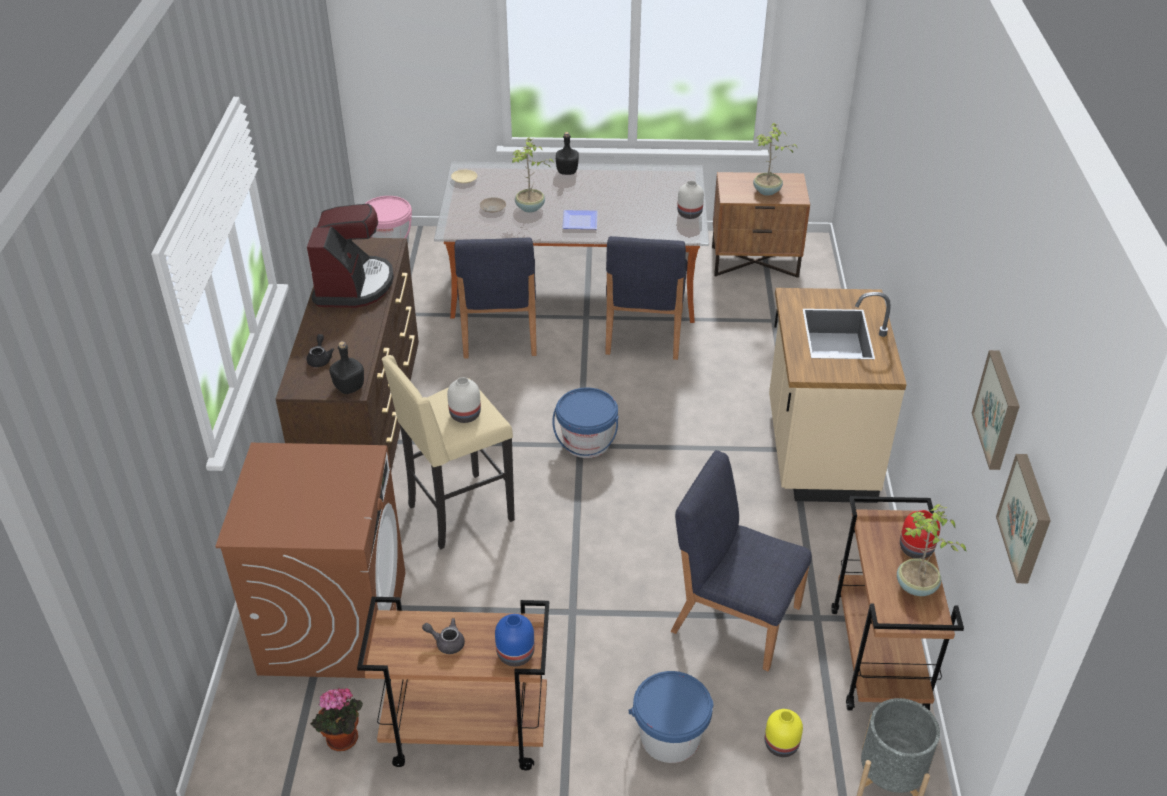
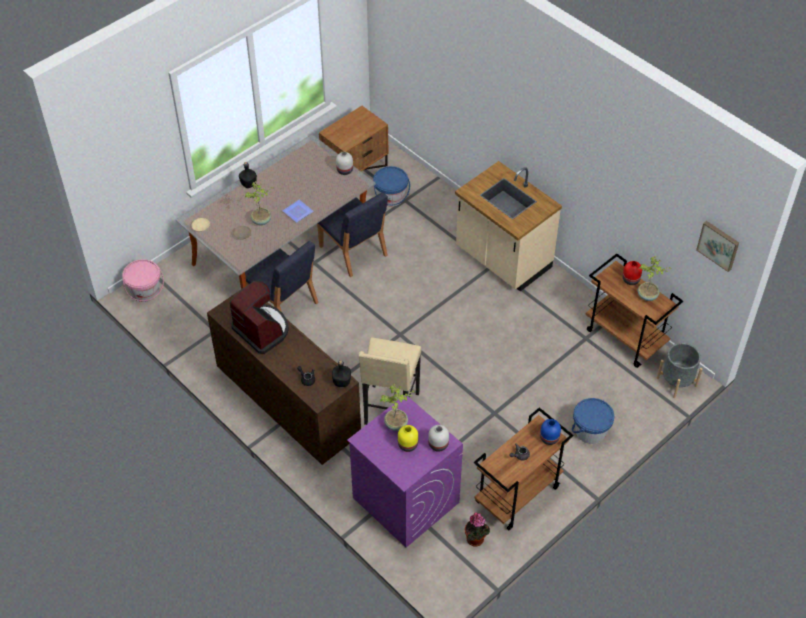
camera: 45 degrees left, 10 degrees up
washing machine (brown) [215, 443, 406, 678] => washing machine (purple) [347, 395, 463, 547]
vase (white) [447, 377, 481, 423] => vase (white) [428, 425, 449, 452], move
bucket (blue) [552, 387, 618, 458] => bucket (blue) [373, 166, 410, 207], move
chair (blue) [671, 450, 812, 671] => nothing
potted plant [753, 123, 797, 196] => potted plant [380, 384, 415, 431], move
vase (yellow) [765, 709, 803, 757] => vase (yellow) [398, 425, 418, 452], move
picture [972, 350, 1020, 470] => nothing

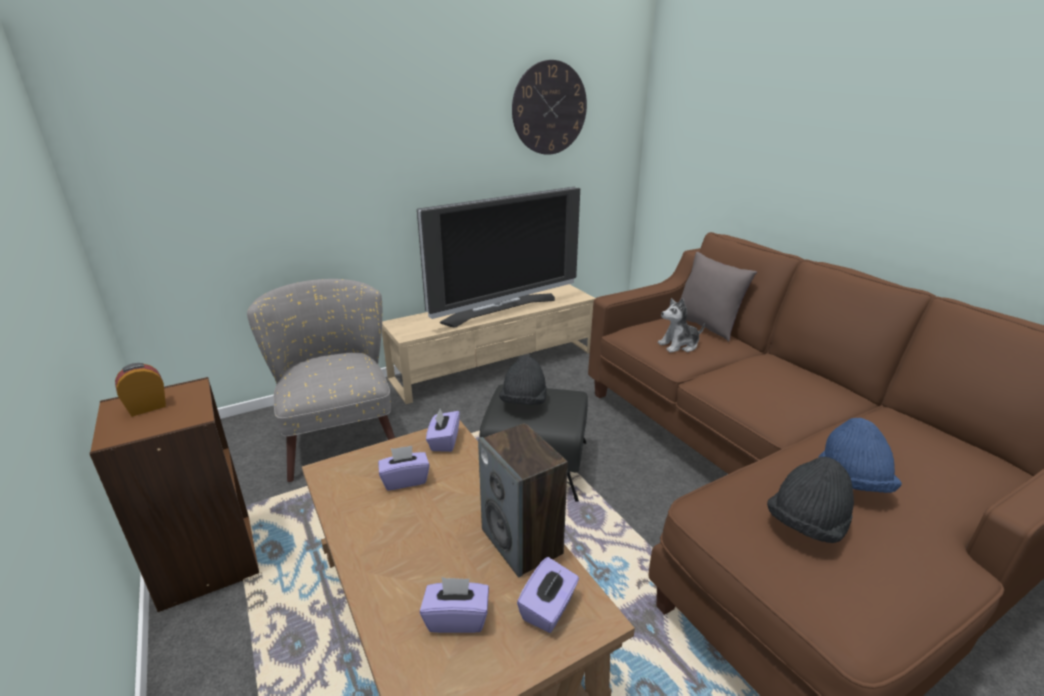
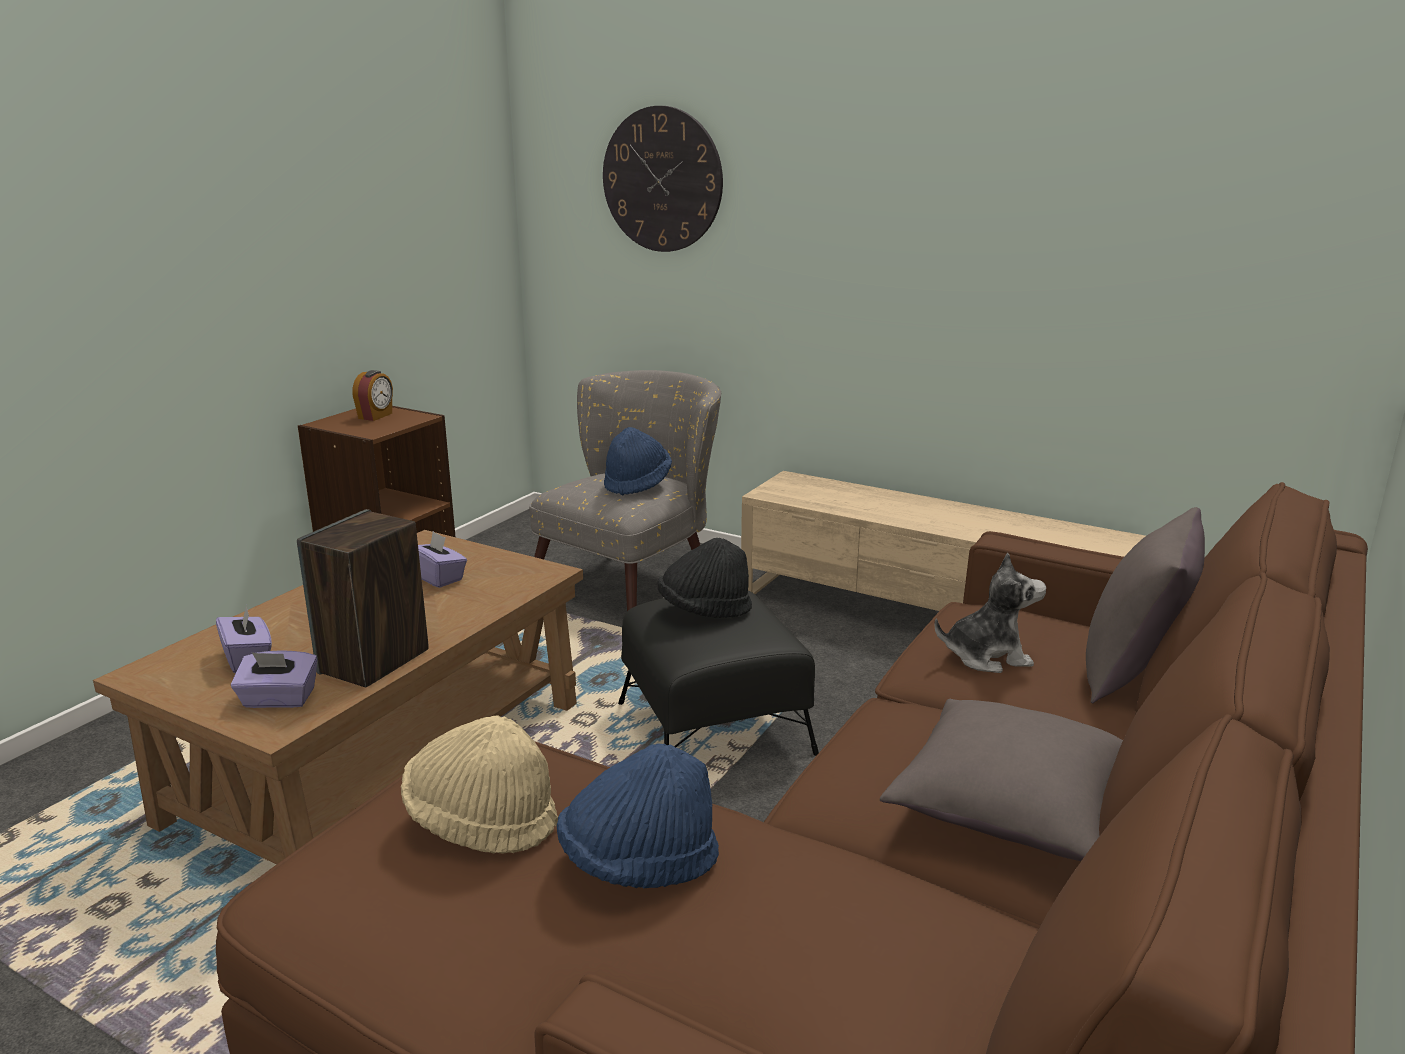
camera: 60 degrees right, 5 degrees down
alarm clock [115, 363, 166, 417] => alarm clock [352, 370, 393, 421], 90 degrees clockwise
television [417, 187, 580, 328] => nothing
tissue box (purple) [426, 409, 460, 452] => nothing
wall clock [512, 60, 587, 155] => wall clock [603, 106, 723, 252], move
plush toy [658, 298, 705, 353] => plush toy [934, 553, 1046, 673], 135 degrees clockwise
hat (black) [767, 456, 854, 543] => hat (beige) [401, 715, 558, 854]
nothing => hat (blue) [604, 427, 672, 496]
nothing => pillow (grey) [880, 699, 1123, 861]

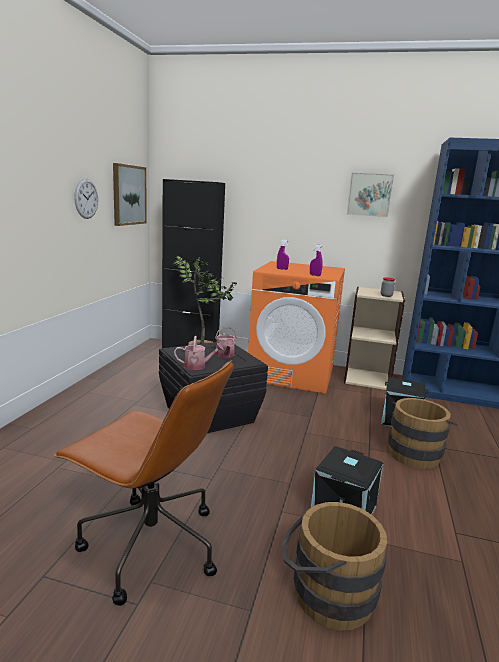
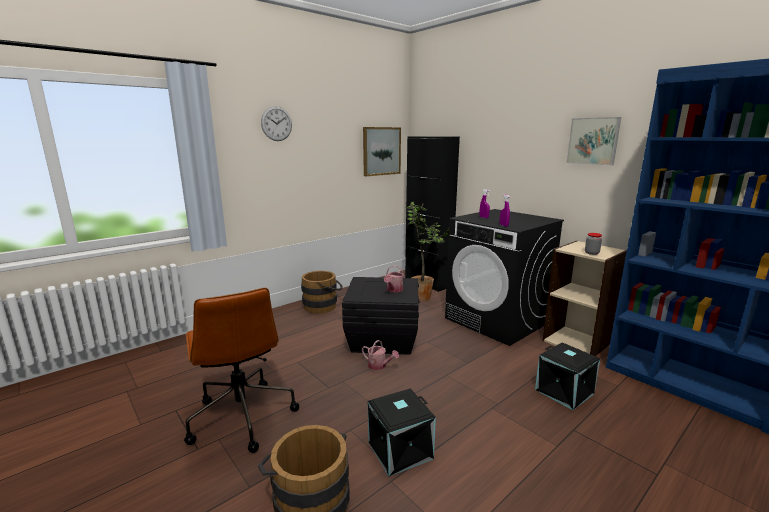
camera: 35 degrees right, 0 degrees up
wall clock [74, 178, 98, 219] => wall clock [261, 106, 292, 141], move
watering can [174, 336, 224, 370] => watering can [362, 340, 399, 370], move
washing machine (orange) [248, 261, 345, 394] => washing machine (black) [445, 209, 564, 346]
bucket (brown) [388, 398, 457, 469] => bucket (brown) [301, 271, 343, 314], move

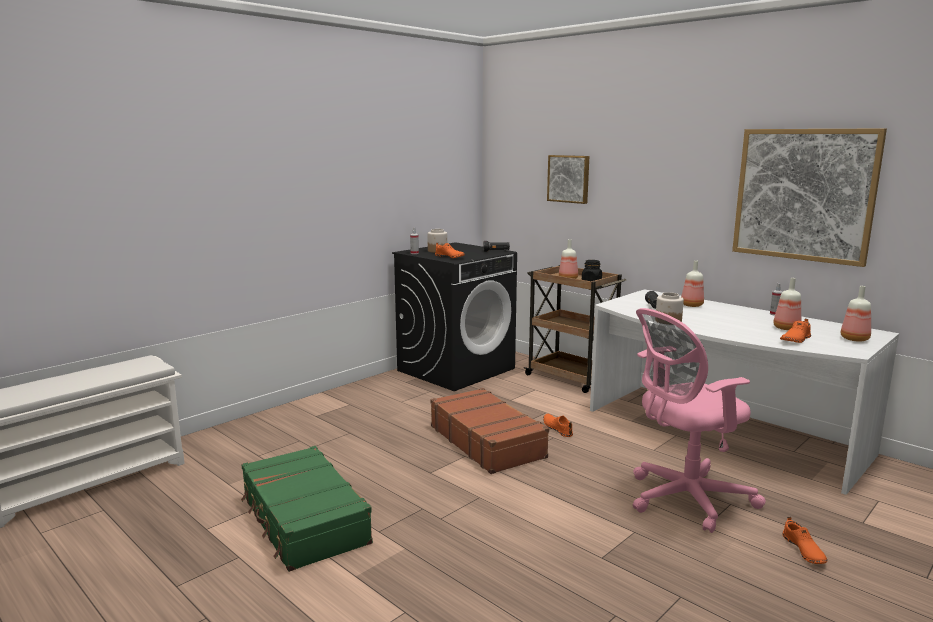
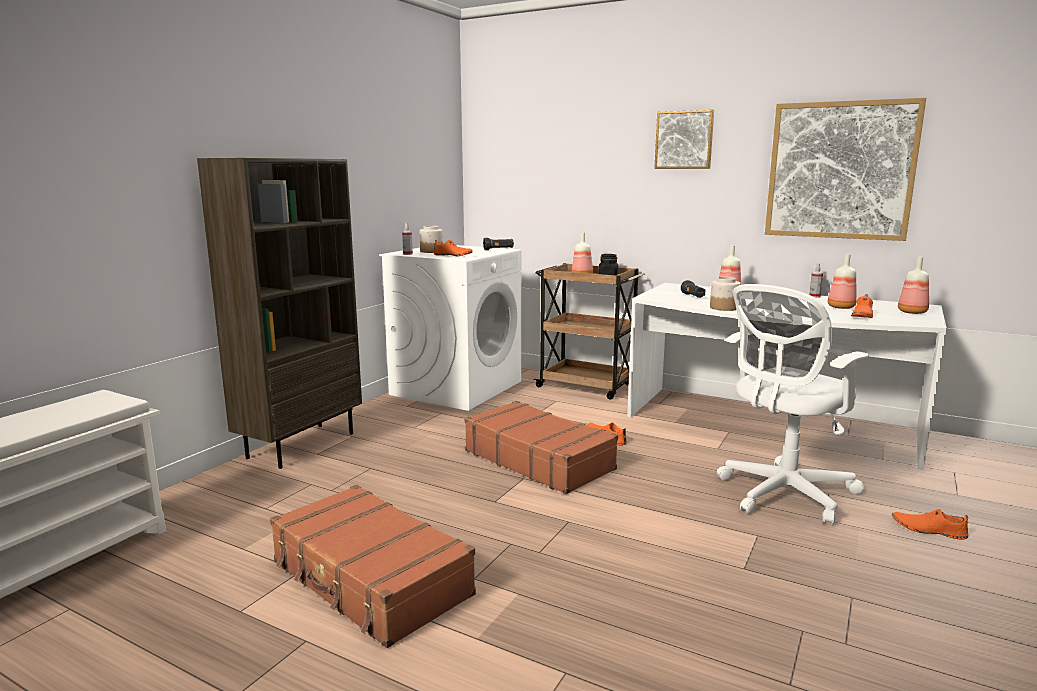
camera: 15 degrees left, 0 degrees up
suitcase (green) [241, 446, 373, 572] => suitcase (brown) [270, 485, 476, 648]
washing machine (black) [392, 242, 517, 391] => washing machine (white) [379, 245, 521, 411]
picture [547, 155, 589, 204] => picture [654, 110, 714, 169], move
office chair (pink) [633, 308, 766, 533] => office chair (white) [717, 284, 869, 525]
shoe (orange) [782, 517, 828, 564] => shoe (orange) [892, 509, 968, 539], 135 degrees clockwise
nothing => bookcase (brown) [197, 158, 362, 469]

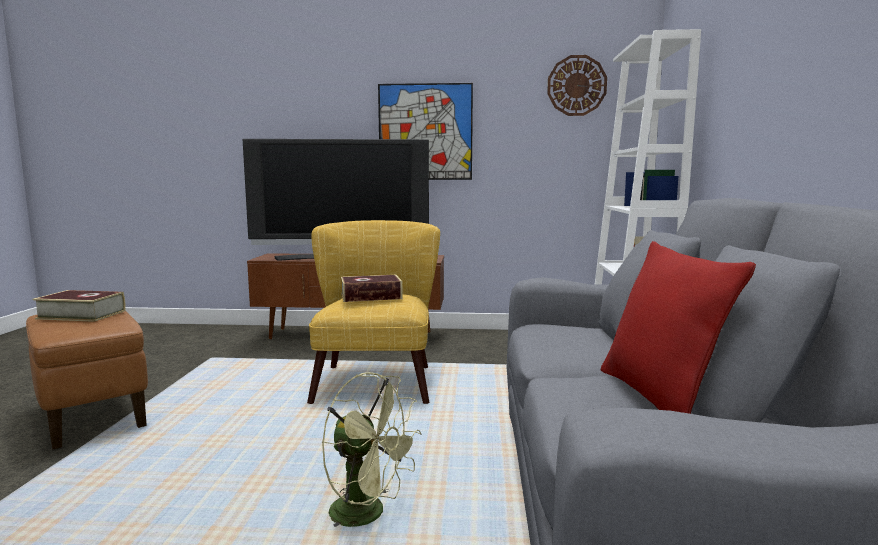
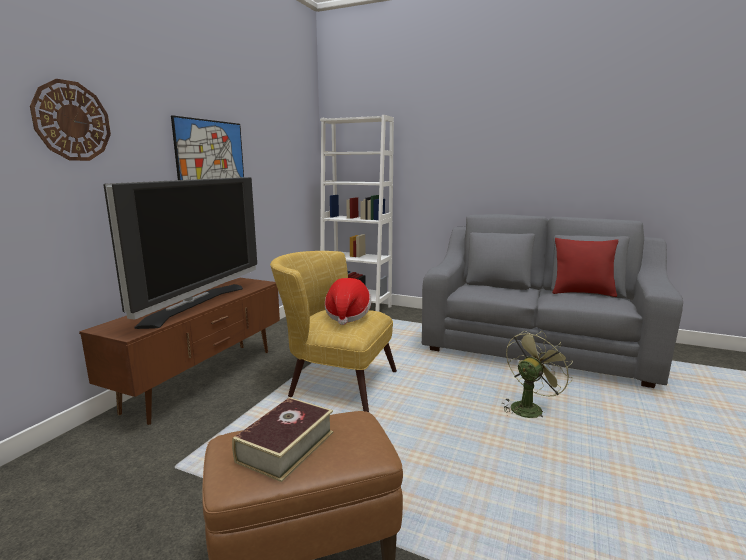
camera: 70 degrees left, 5 degrees up
book [341, 275, 402, 302] => hat [325, 278, 371, 325]
wall clock [547, 55, 607, 116] => wall clock [30, 79, 111, 161], move

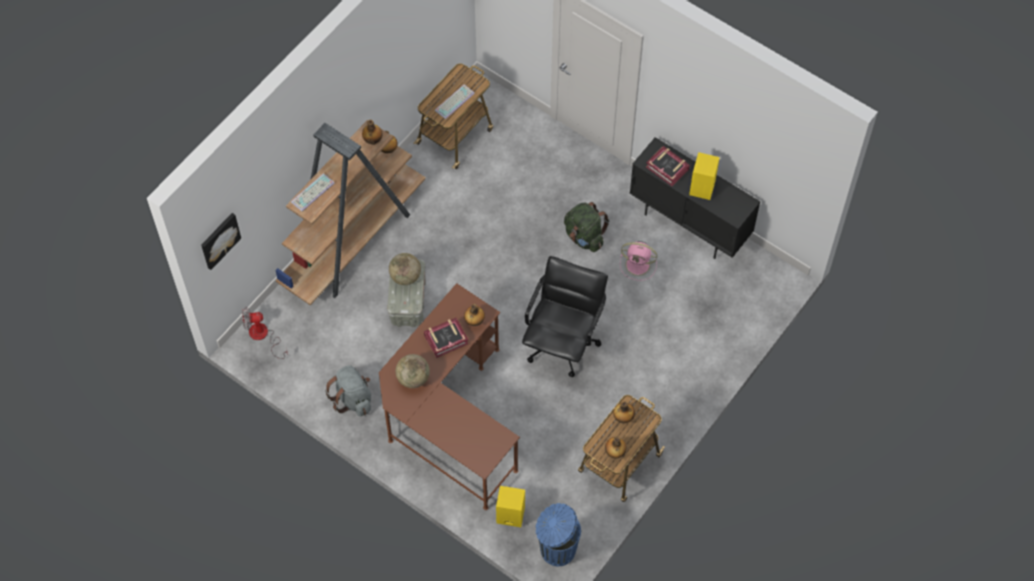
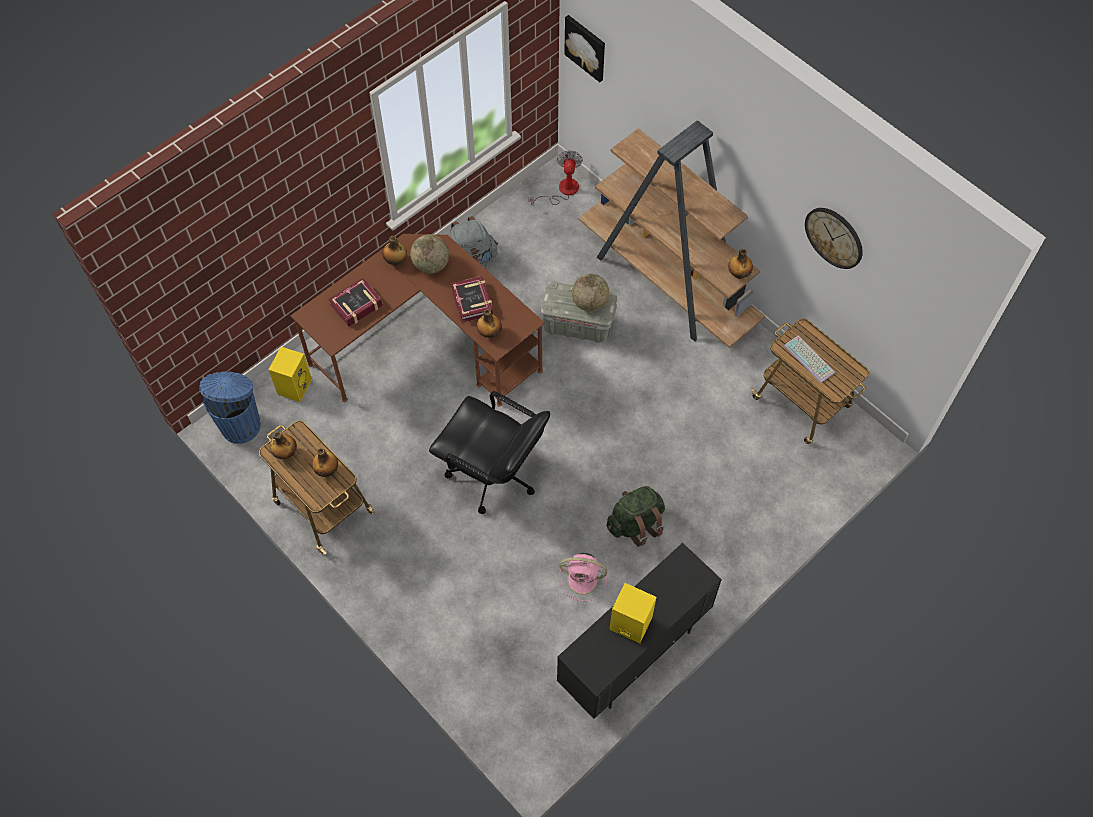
camera: 100 degrees right, 0 degrees up
keyboard [291, 173, 335, 212] => nothing
bottle [362, 120, 382, 145] => bottle [382, 236, 407, 266], move
fan (pink) [620, 241, 657, 280] => fan (pink) [559, 553, 607, 601], 105 degrees counterclockwise
book [646, 146, 690, 186] => book [329, 278, 383, 327], move
nothing => wall clock [805, 208, 863, 269]

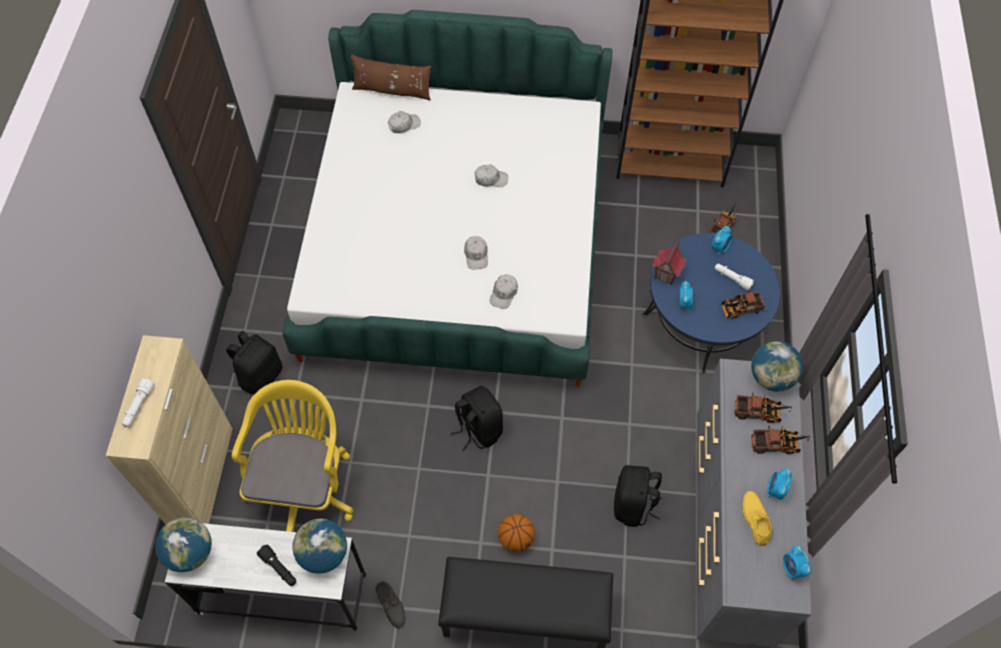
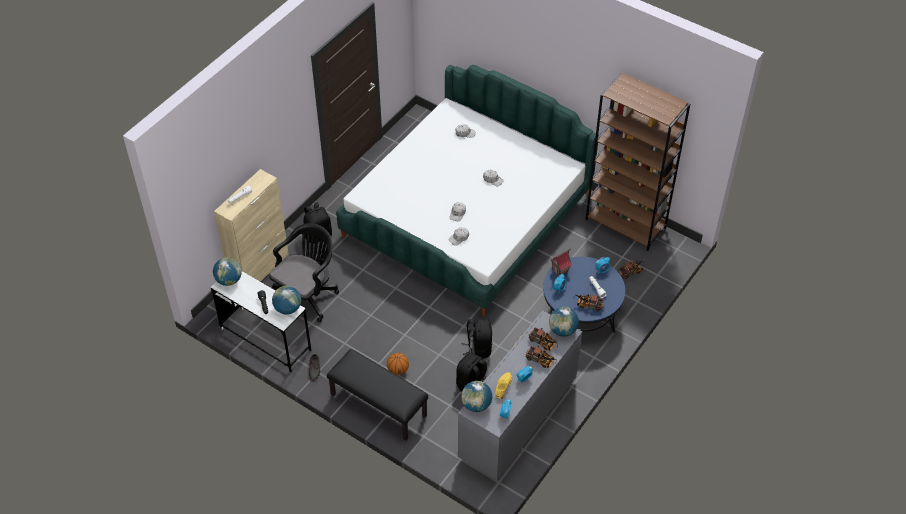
camera: 30 degrees right, 10 degrees down
office chair (yellow) [232, 380, 354, 532] => office chair (black) [269, 223, 339, 322]
pillow (brown) [351, 54, 431, 101] => nothing
backpack (black) [451, 386, 503, 451] => backpack (black) [462, 319, 492, 359], move
nothing => globe [461, 381, 492, 412]

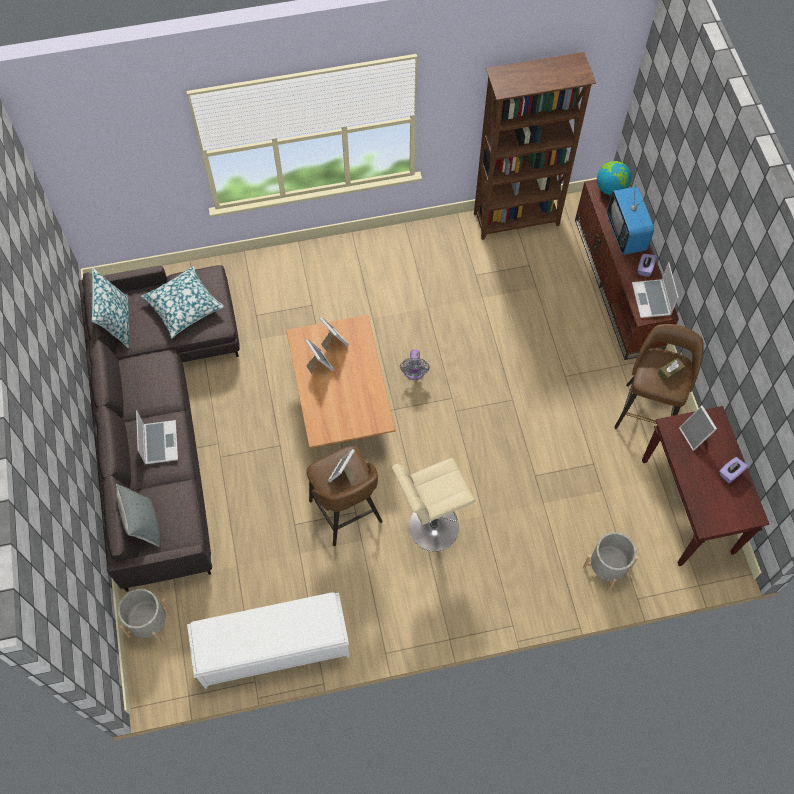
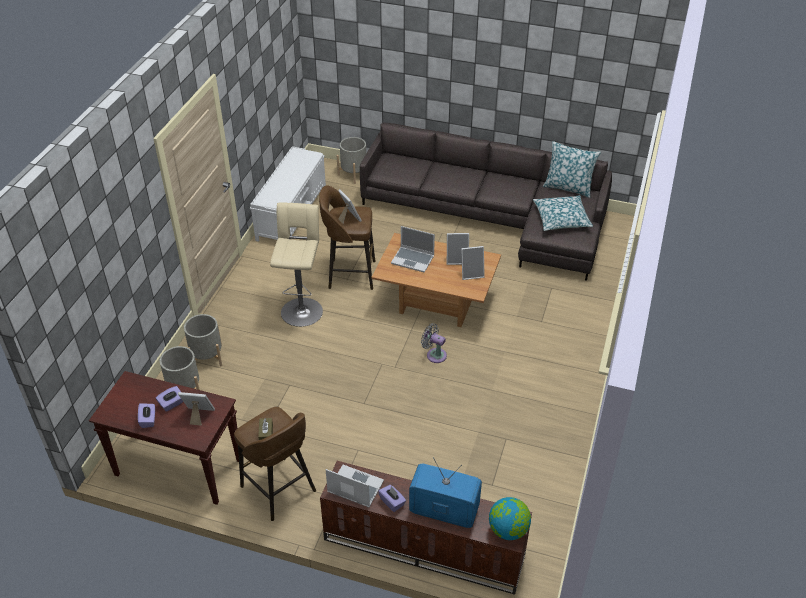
camera: 120 degrees right, 20 degrees down
pillow (grey) [116, 484, 160, 547] => nothing
laptop [136, 410, 178, 464] => laptop [391, 226, 435, 272], move
bookcase (brown) [474, 52, 596, 240] => nothing
nothing => tissue box (purple) [156, 386, 183, 412]
nothing => planter (grey) [184, 314, 222, 366]

